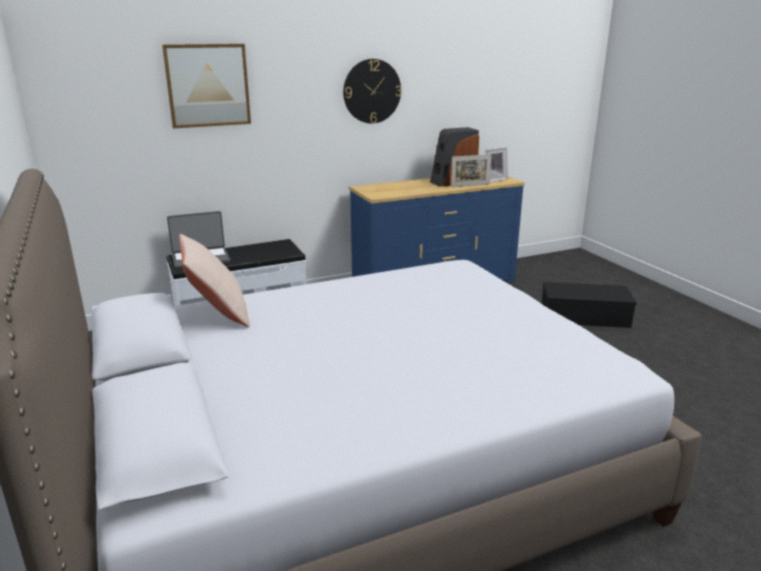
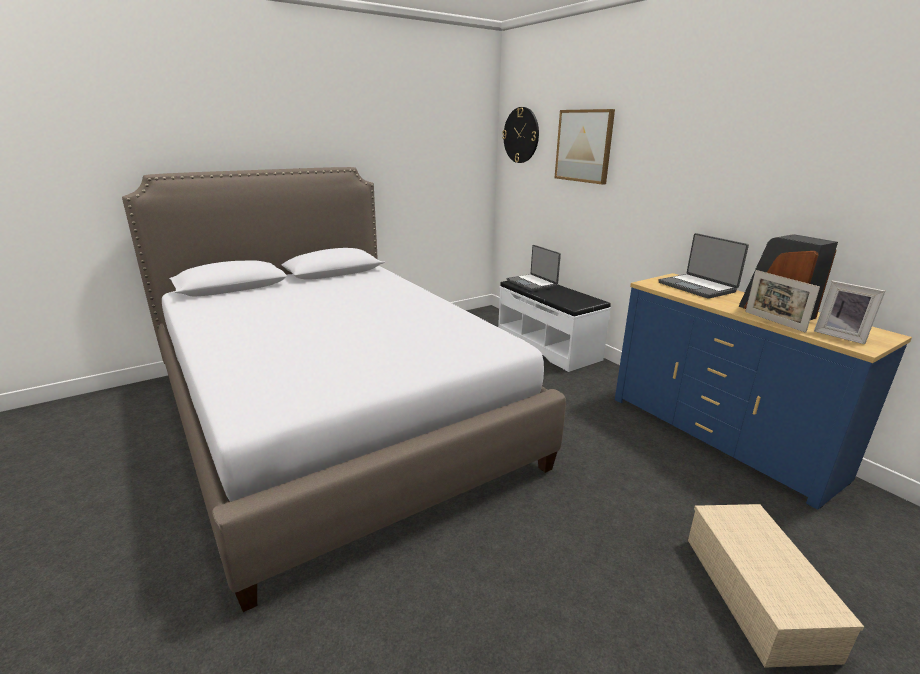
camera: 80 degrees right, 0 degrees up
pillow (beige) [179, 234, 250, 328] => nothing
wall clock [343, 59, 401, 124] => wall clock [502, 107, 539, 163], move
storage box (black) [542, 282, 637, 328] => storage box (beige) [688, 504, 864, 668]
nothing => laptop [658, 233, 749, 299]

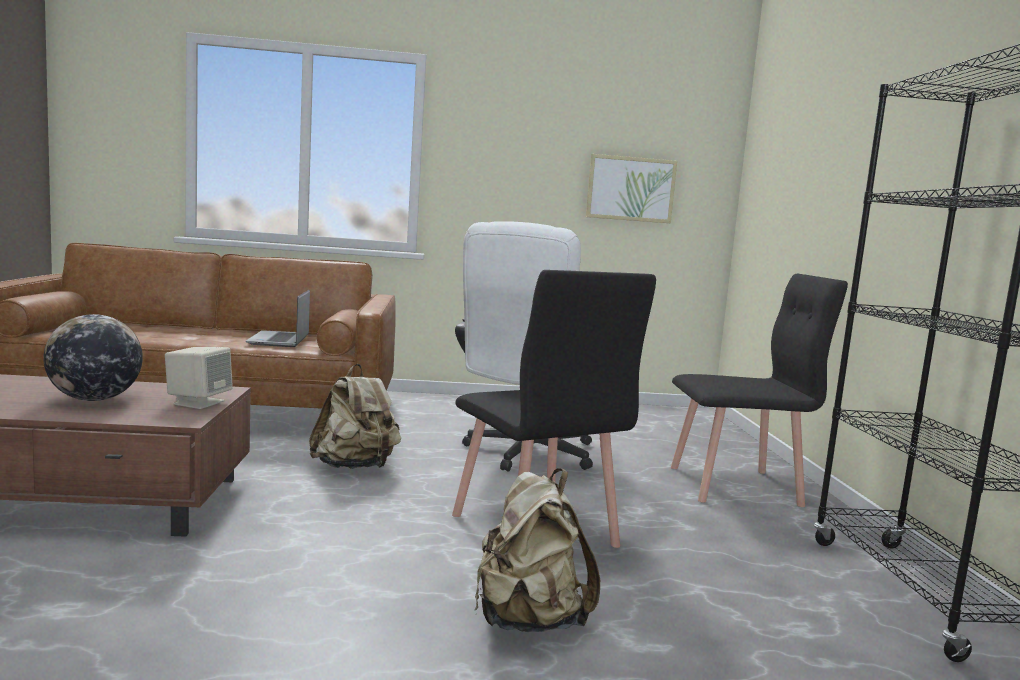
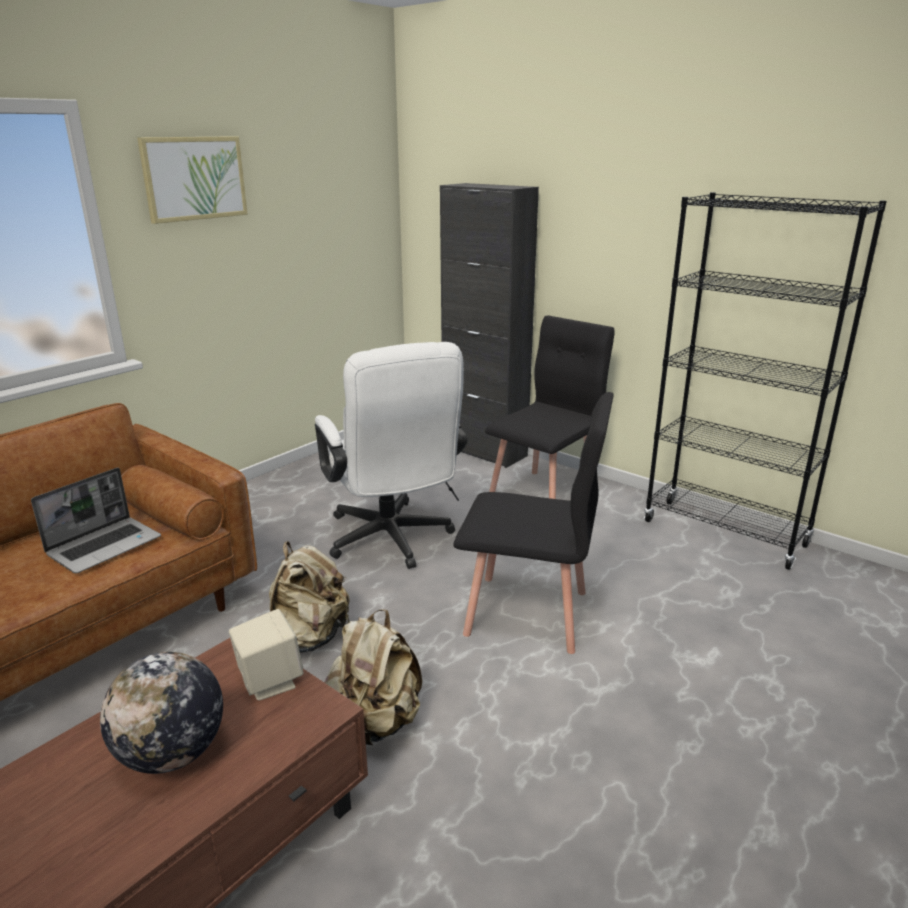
camera: 45 degrees left, 15 degrees up
laptop [246, 290, 310, 347] => laptop [31, 468, 161, 573], 90 degrees counterclockwise
backpack (beige) [474, 468, 600, 632] => backpack (beige) [324, 609, 422, 745], move
picture [586, 154, 677, 223] => picture [137, 136, 248, 224], move
nothing => cabinet (black) [440, 183, 539, 468]

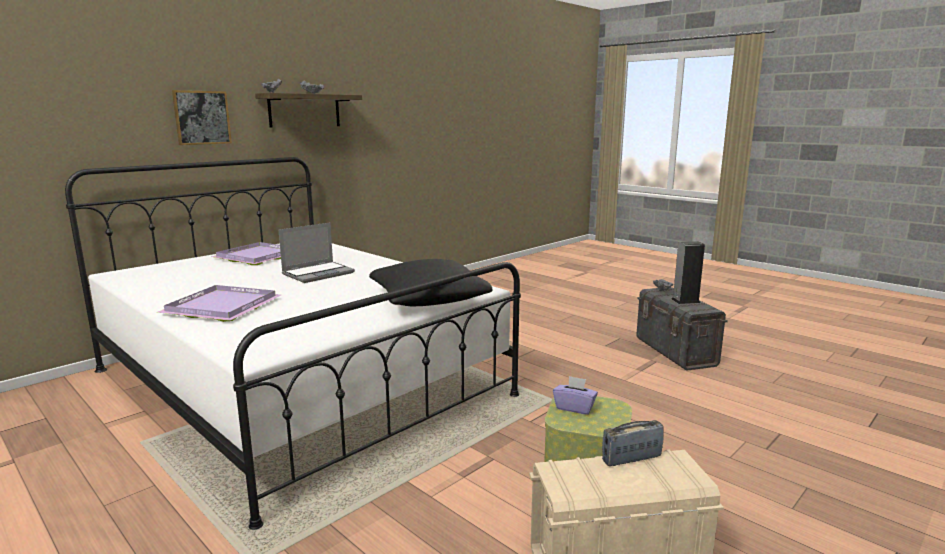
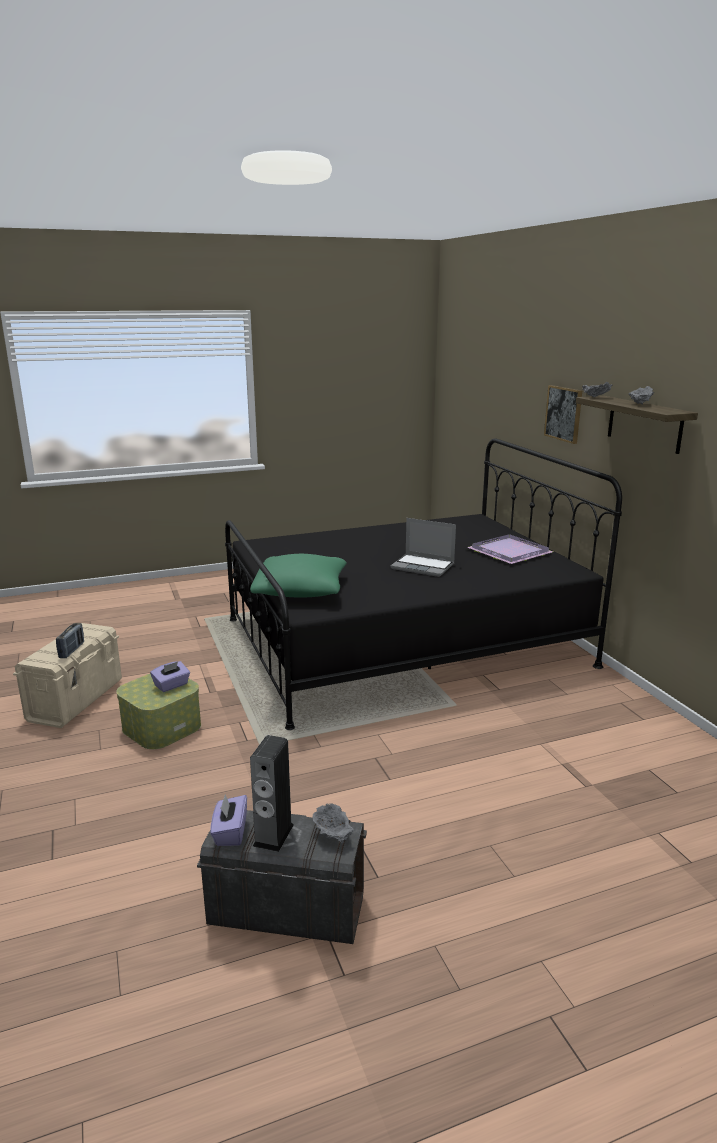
camera: 115 degrees right, 5 degrees up
bed (white) [65, 157, 521, 530] => bed (black) [225, 438, 622, 730]
tray (purple) [157, 285, 281, 322] => nothing
laptop [279, 222, 355, 283] => laptop [390, 518, 456, 577], 45 degrees counterclockwise
pillow (black) [369, 259, 493, 306] => pillow (green) [250, 554, 347, 598]
nothing => tissue box (purple) [210, 794, 247, 846]

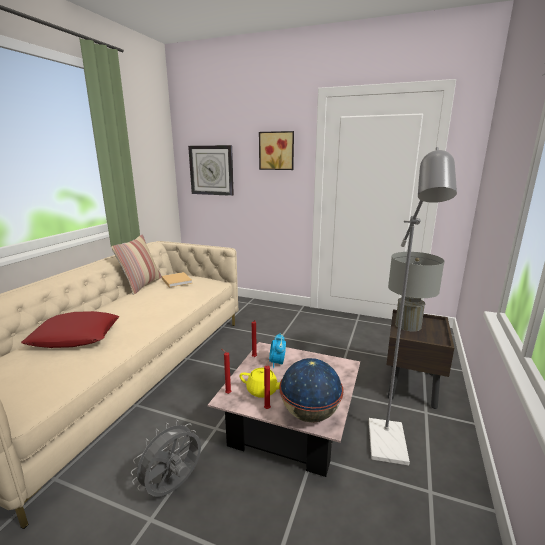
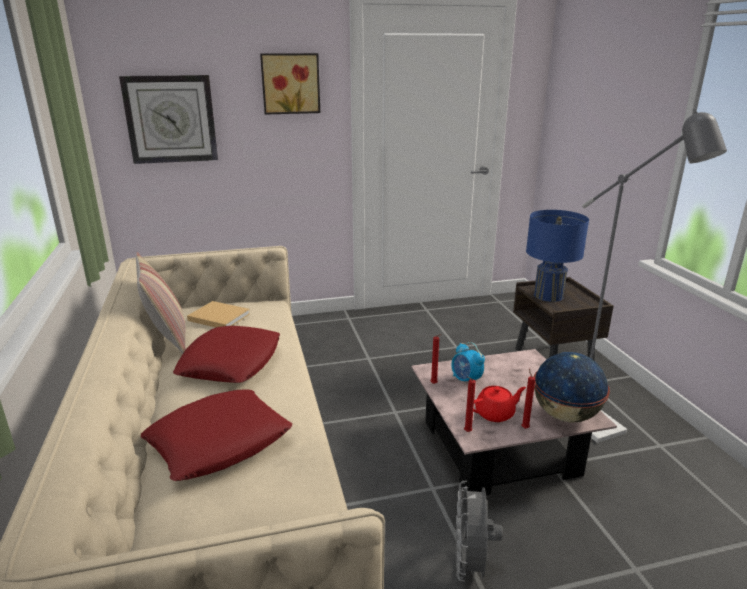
camera: 35 degrees left, 5 degrees up
teapot (yellow) [239, 368, 280, 398] => teapot (red) [473, 386, 526, 422]
table lamp (grey) [388, 252, 445, 332] => table lamp (blue) [526, 210, 589, 302]
nothing => pillow (red) [173, 326, 280, 383]

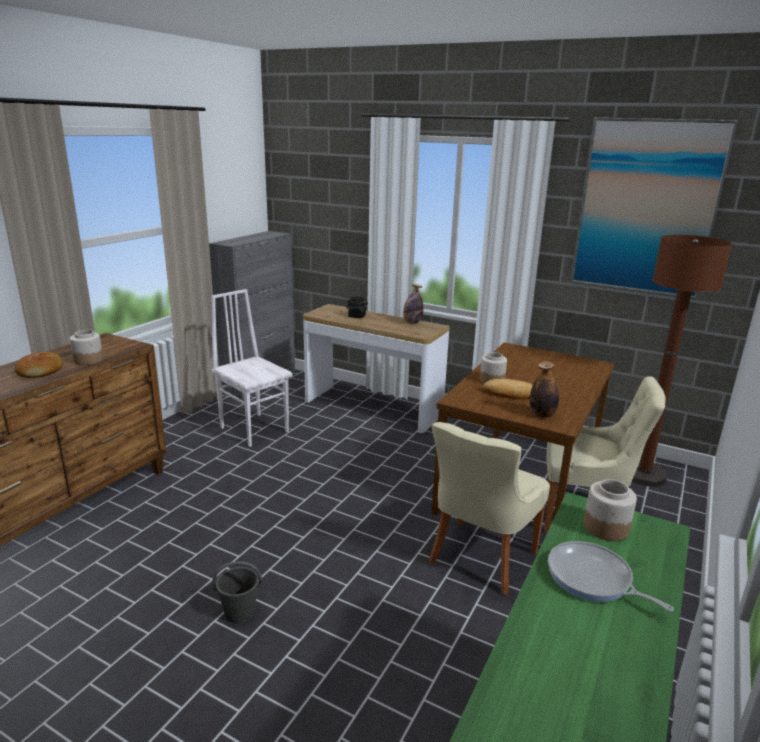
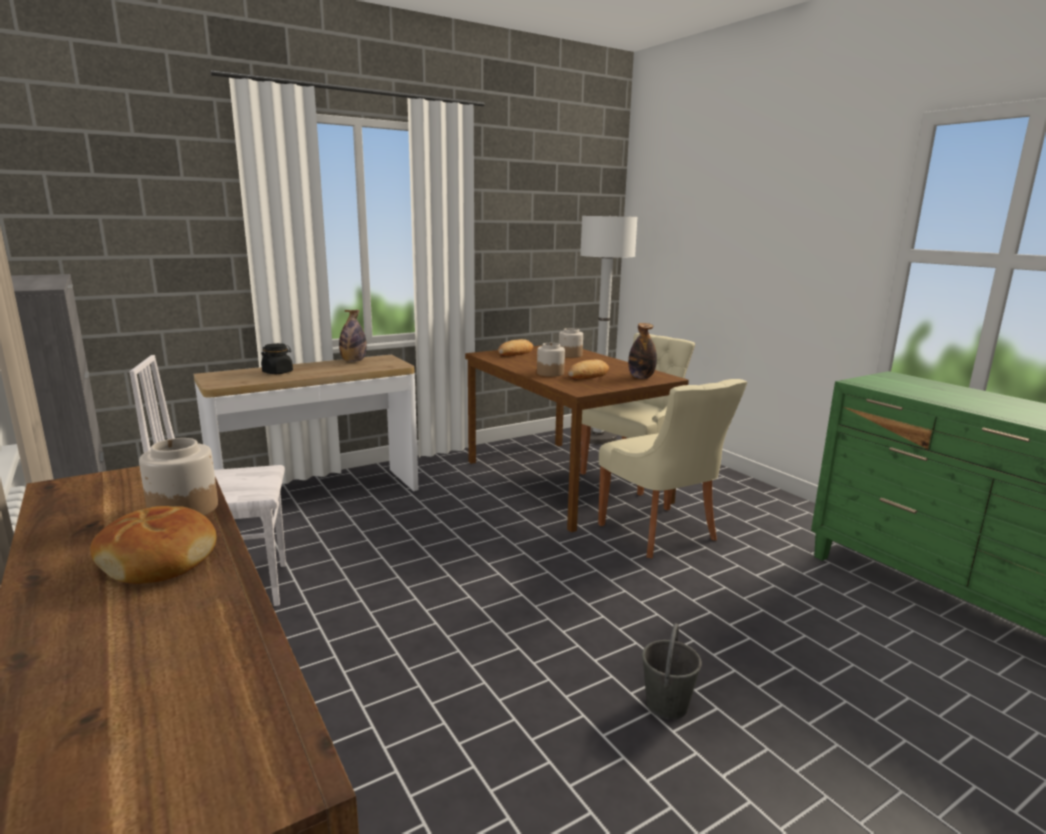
camera: 60 degrees left, 5 degrees down
frying pan [548, 541, 674, 612] => nothing
picture [570, 117, 738, 299] => nothing
jar [584, 479, 637, 541] => jar [559, 328, 583, 358], move
floor lamp (brown) [632, 235, 732, 486] => floor lamp (white) [580, 215, 637, 444]
nothing => bread [498, 339, 533, 356]

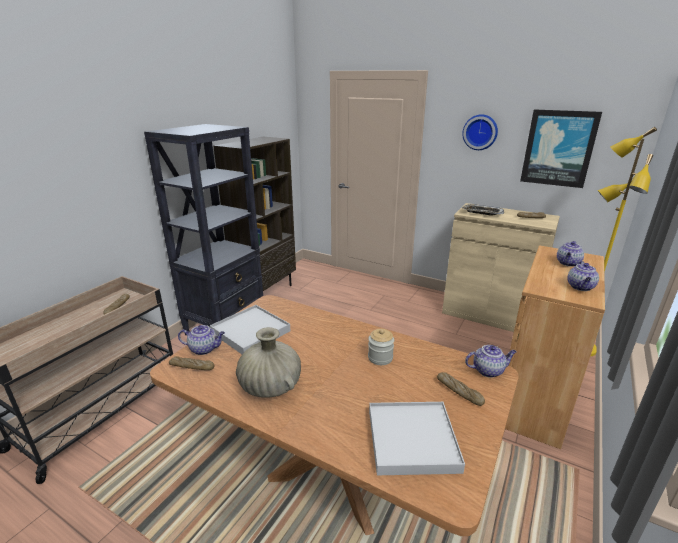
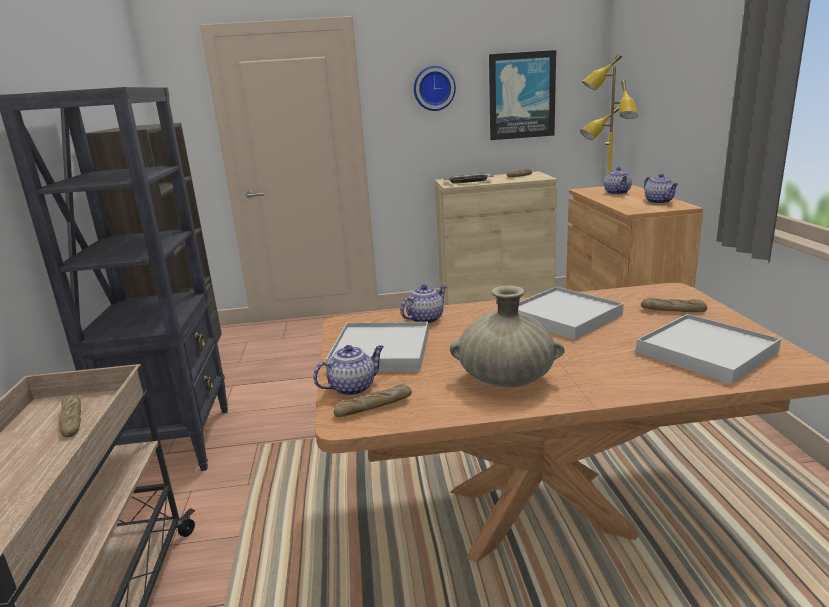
camera: 35 degrees left, 5 degrees down
jar [368, 329, 394, 365] => tray (white) [518, 287, 624, 340]
teapot [465, 345, 517, 378] => teapot [400, 284, 447, 324], move

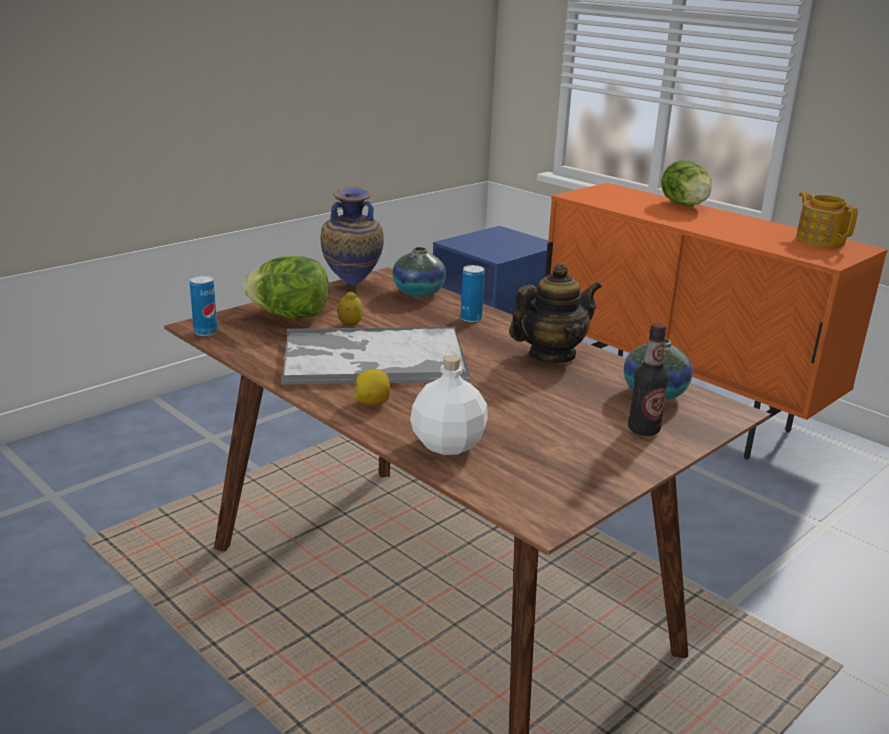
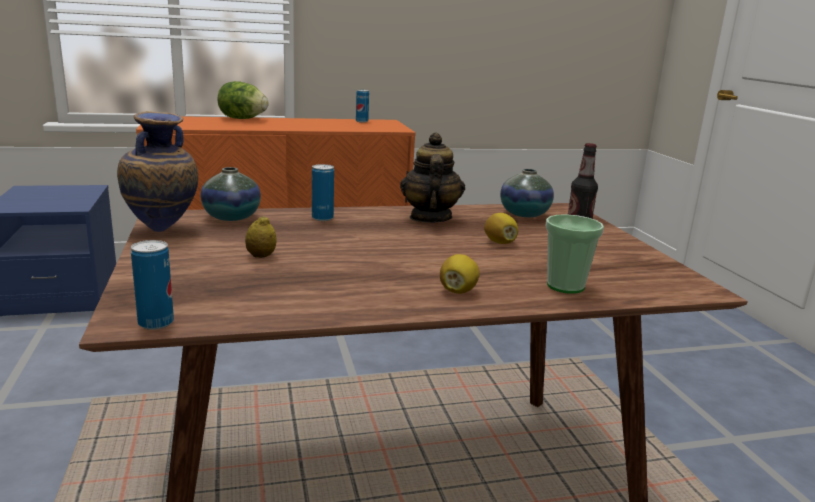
camera: 60 degrees left, 5 degrees down
lettuce [244, 256, 329, 319] => nothing
tray [281, 327, 470, 385] => nothing
bottle (white) [410, 355, 488, 455] => cup [546, 214, 604, 294]
teapot [796, 191, 858, 247] => can [356, 90, 369, 123]
nothing => lemon [484, 213, 518, 244]

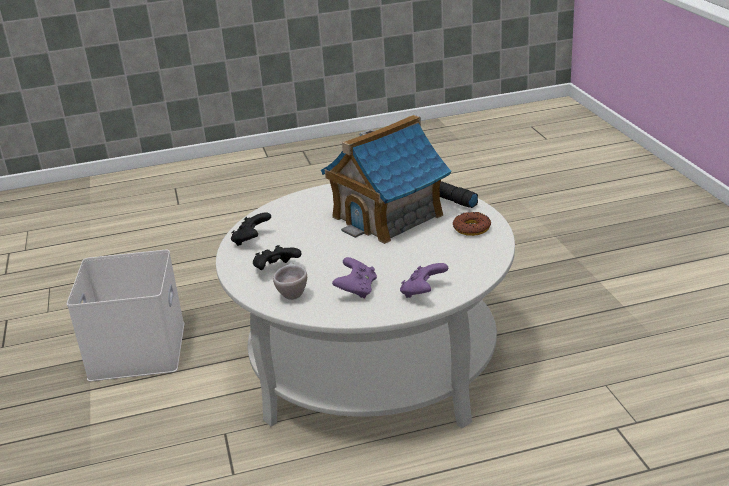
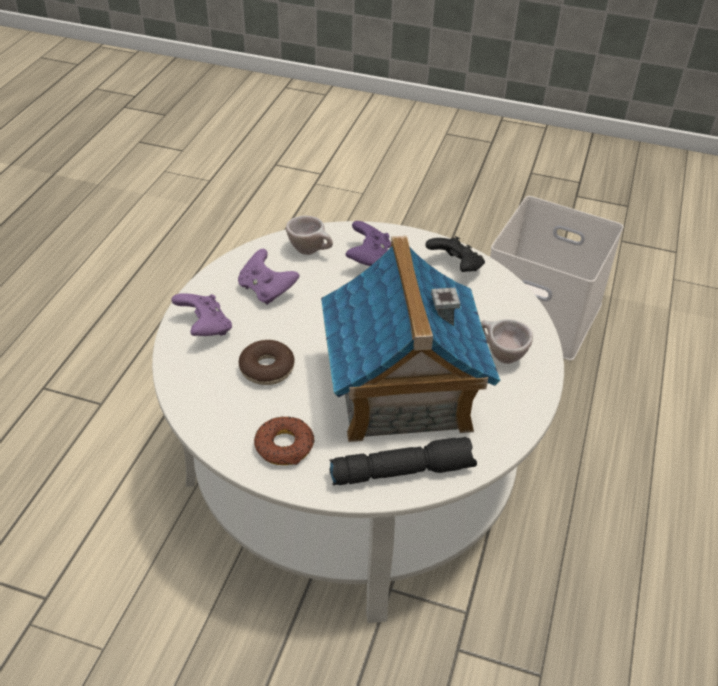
camera: 120 degrees right, 15 degrees up
game controller (black) [253, 245, 302, 270] => game controller (purple) [346, 221, 391, 266]
nothing => donut [239, 340, 295, 385]
nothing => cup (beige) [481, 319, 533, 364]

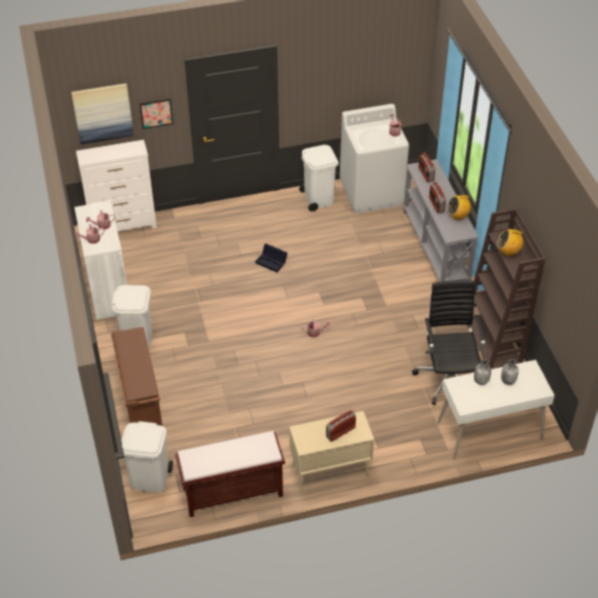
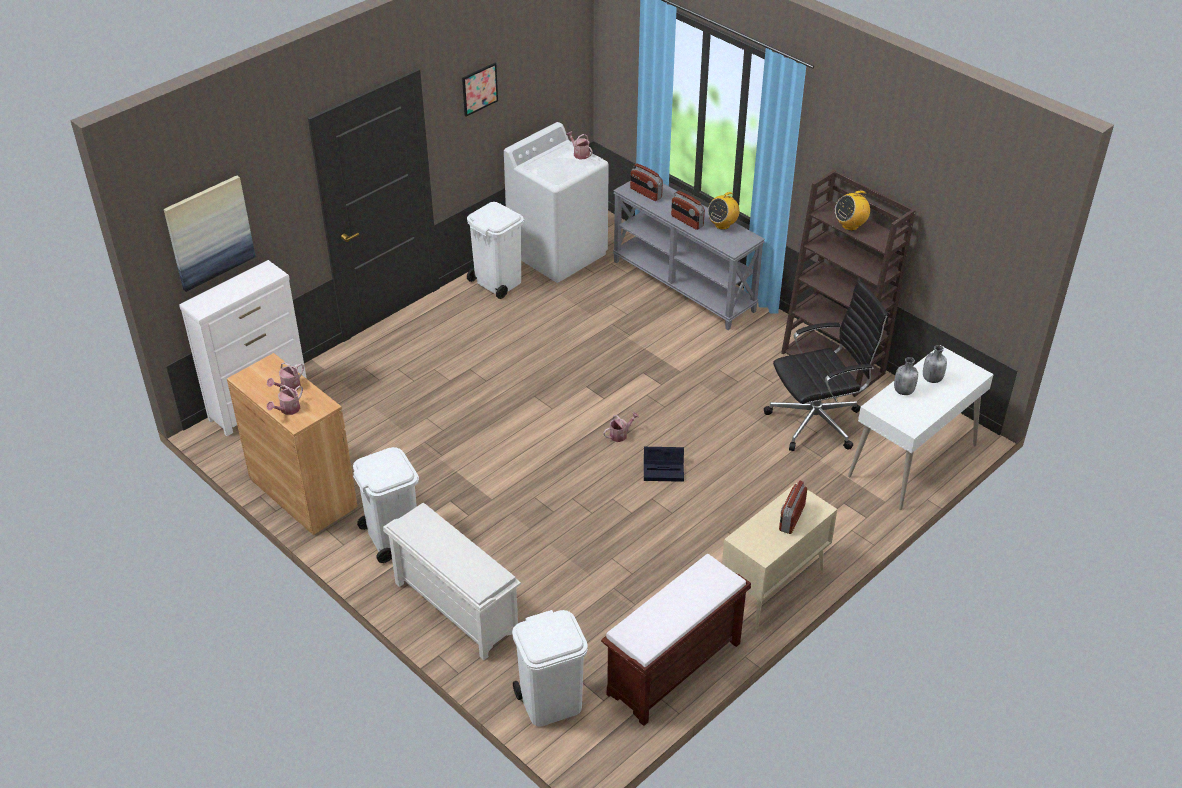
camera: 30 degrees left, 5 degrees down
cabinet (white) [74, 201, 127, 320] => cabinet (brown) [227, 353, 358, 535]
shoe rack (brown) [111, 327, 163, 426] => shoe rack (white) [383, 503, 521, 660]
picture [140, 99, 173, 129] => picture [462, 63, 498, 116], move
storage box (black) [255, 244, 287, 272] => storage box (black) [644, 447, 684, 482], move
office chair (black) [412, 280, 485, 405] => office chair (black) [764, 280, 888, 451], 105 degrees clockwise

